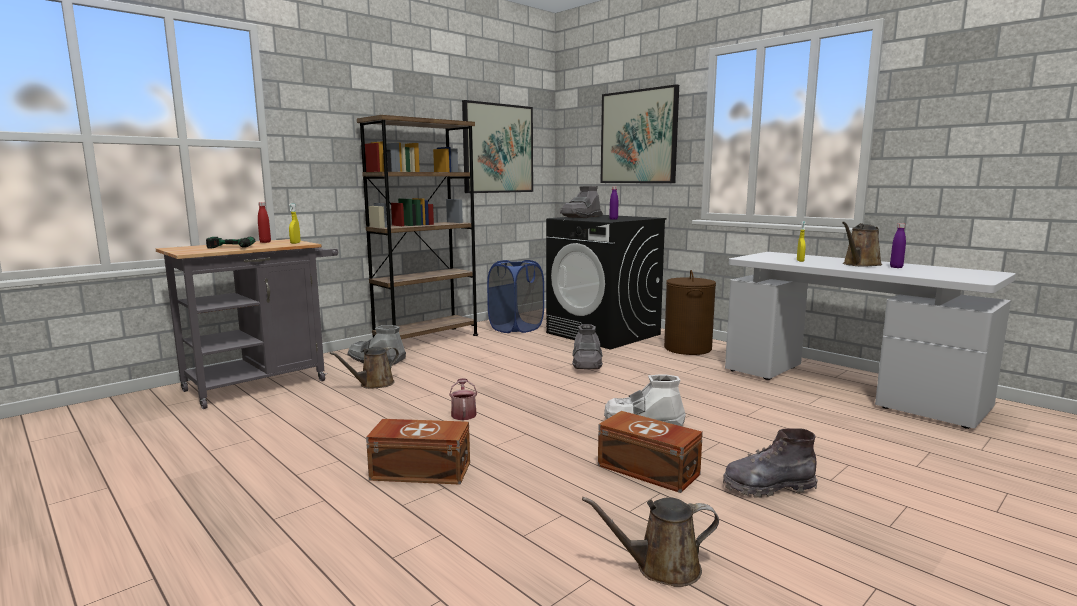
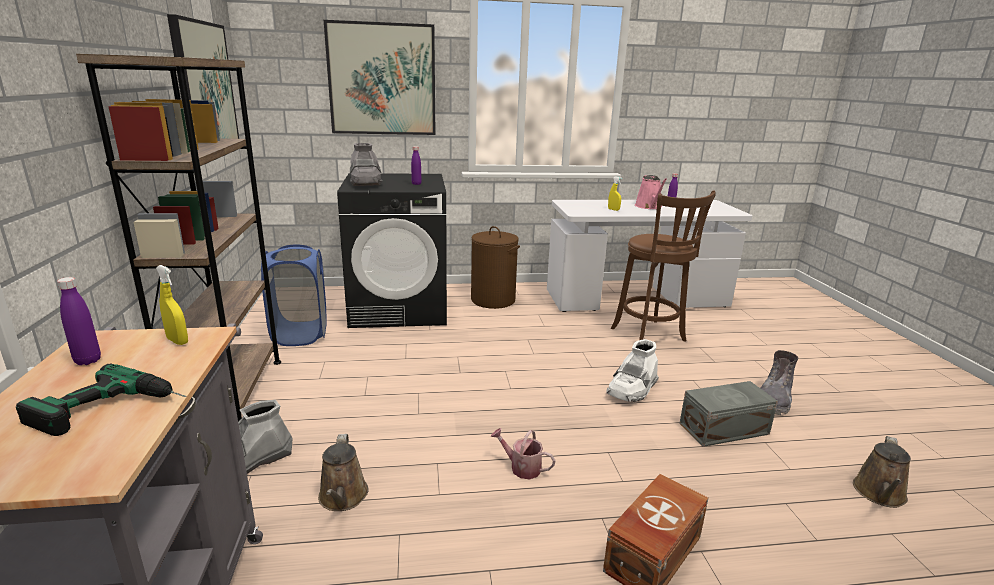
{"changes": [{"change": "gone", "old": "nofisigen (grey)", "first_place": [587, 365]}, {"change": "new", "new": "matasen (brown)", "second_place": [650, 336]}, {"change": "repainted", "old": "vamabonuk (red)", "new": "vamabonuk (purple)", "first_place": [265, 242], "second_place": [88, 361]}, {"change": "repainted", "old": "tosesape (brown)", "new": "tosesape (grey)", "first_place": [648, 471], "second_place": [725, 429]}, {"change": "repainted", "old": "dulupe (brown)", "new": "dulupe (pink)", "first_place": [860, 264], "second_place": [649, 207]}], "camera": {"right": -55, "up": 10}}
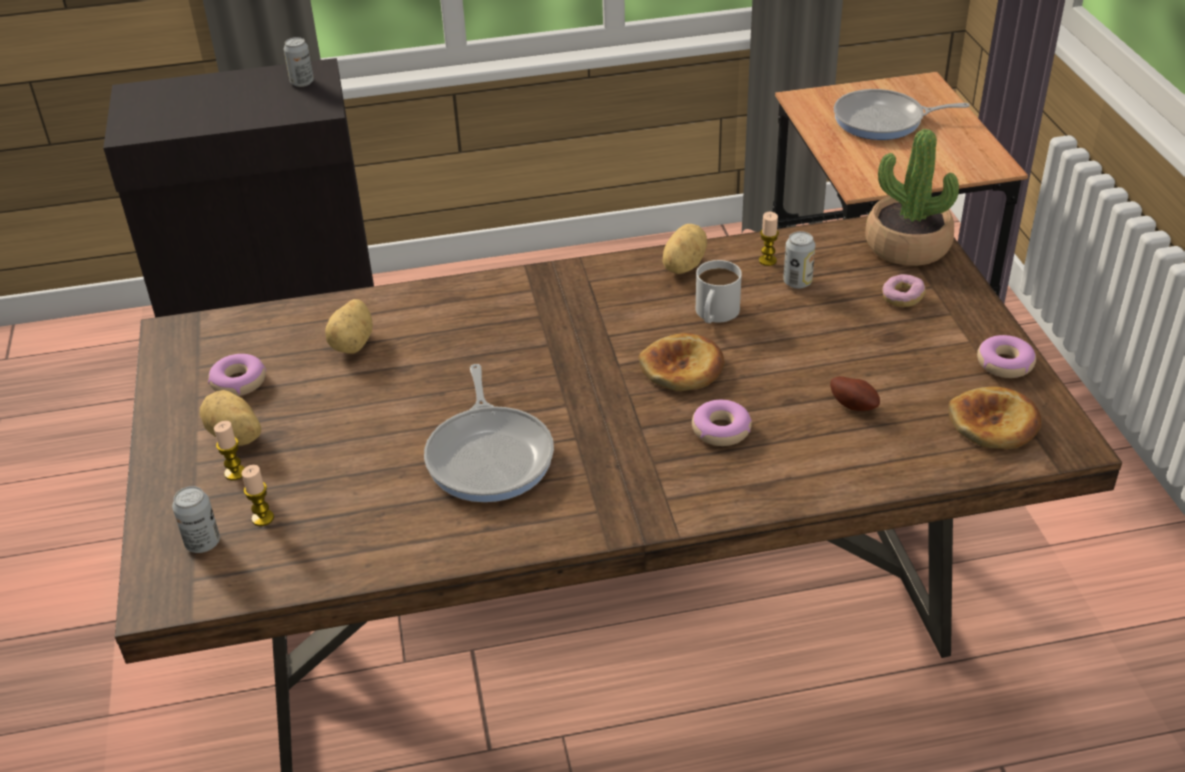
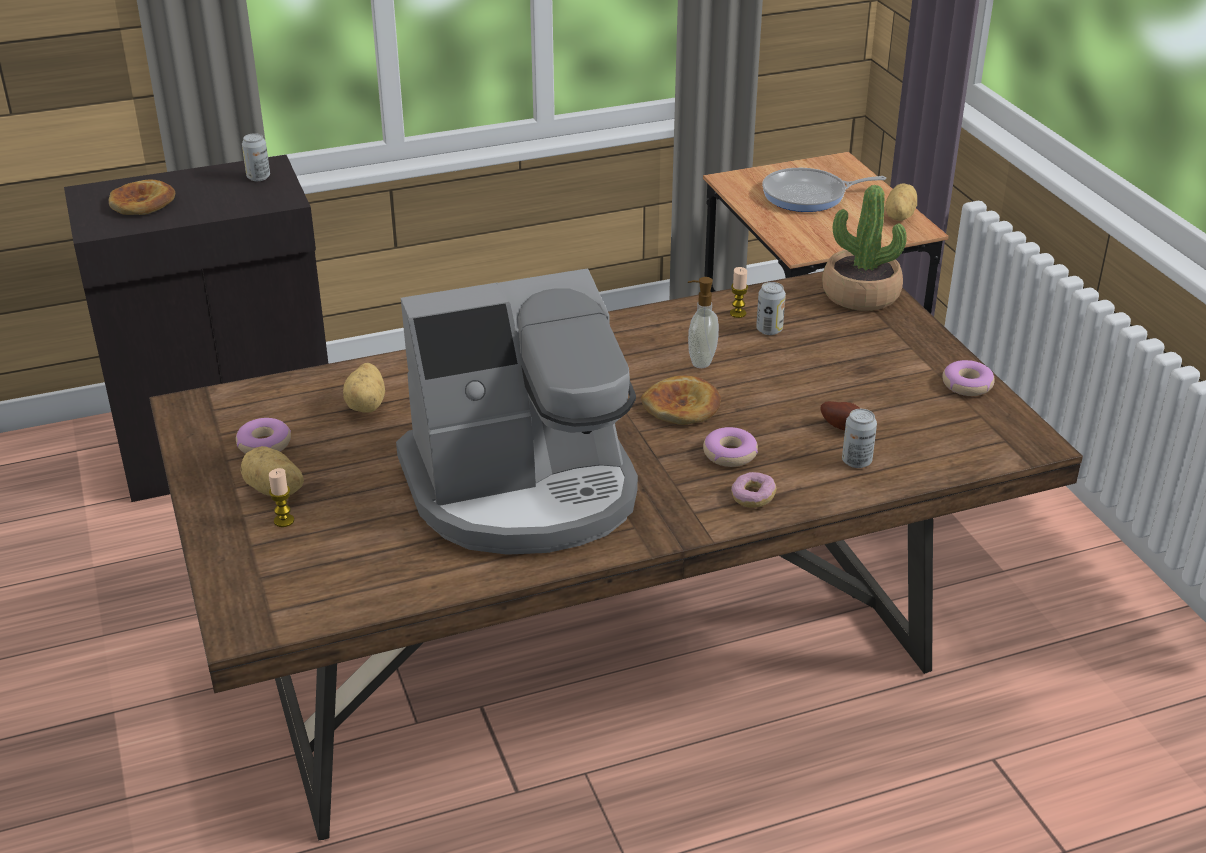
{"changes": [{"change": "gone", "old": "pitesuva", "first_place": [263, 518]}, {"change": "shifted", "old": "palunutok", "first_place": [203, 543], "second_place": [856, 461]}, {"change": "shifted", "old": "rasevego", "first_place": [682, 265], "second_place": [898, 216]}, {"change": "shifted", "old": "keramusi", "first_place": [902, 298], "second_place": [753, 498]}, {"change": "shifted", "old": "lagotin", "first_place": [994, 423], "second_place": [142, 203]}, {"change": "swapped", "old": "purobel", "new": "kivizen", "first_place": [490, 455], "second_place": [523, 489]}, {"change": "swapped", "old": "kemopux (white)", "new": "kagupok", "first_place": [714, 314], "second_place": [700, 360]}], "camera": {"right": -10, "up": -5}}
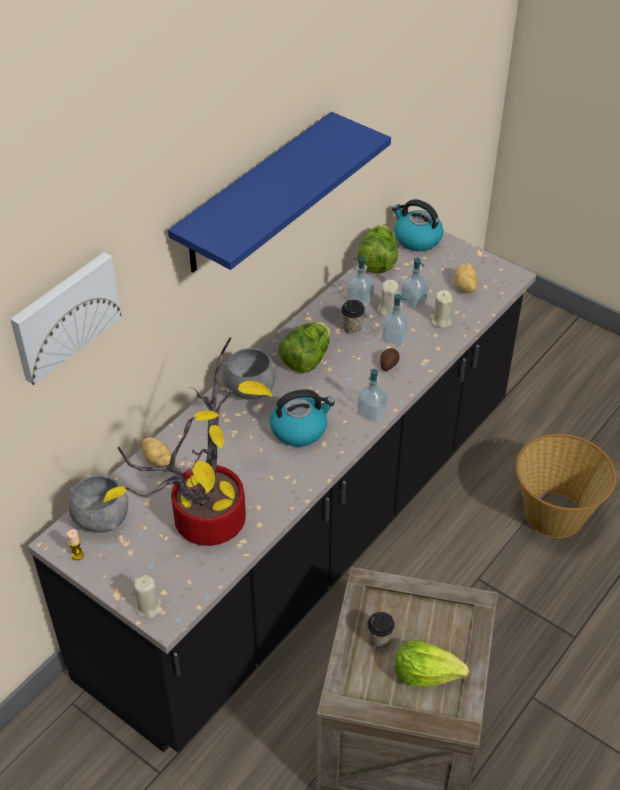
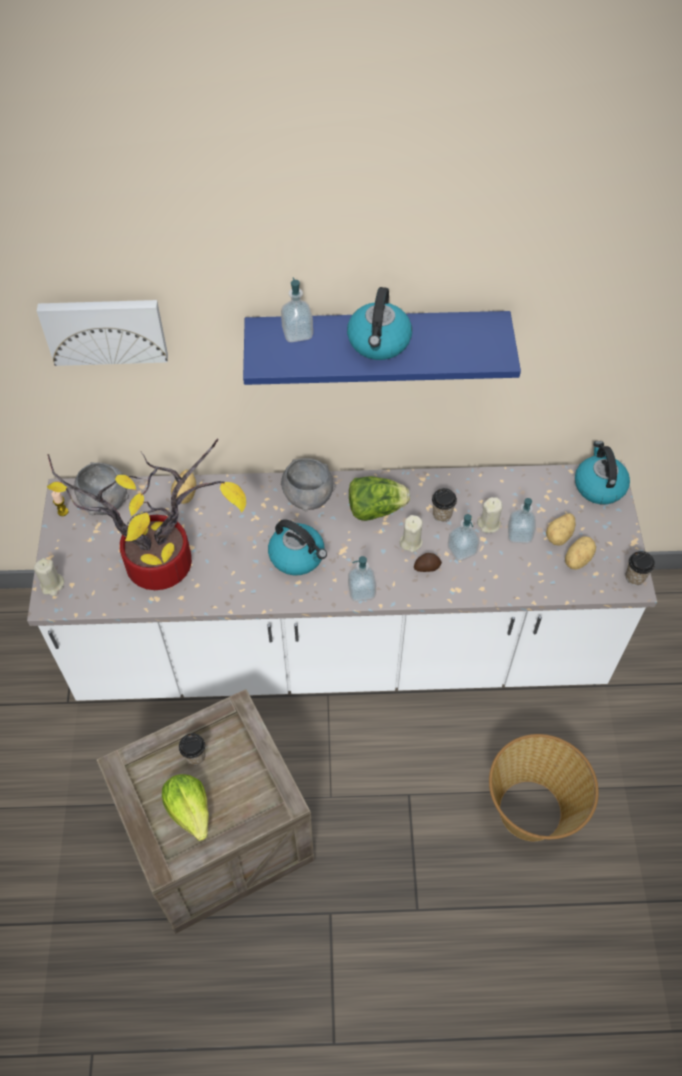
{"changes": [{"change": "gone", "old": "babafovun", "first_place": [377, 262]}, {"change": "new", "new": "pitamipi", "second_place": [379, 342]}, {"change": "new", "new": "rasevego", "second_place": [559, 536]}, {"change": "new", "new": "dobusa", "second_place": [635, 577]}, {"change": "shifted", "old": "kagupok", "first_place": [360, 300], "second_place": [297, 333]}, {"change": "shifted", "old": "pitesuva (beige)", "first_place": [440, 321], "second_place": [411, 542]}, {"change": "repainted", "old": "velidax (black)", "new": "velidax (white)", "first_place": [310, 534], "second_place": [341, 646]}], "camera": {"right": 50, "up": 10}}
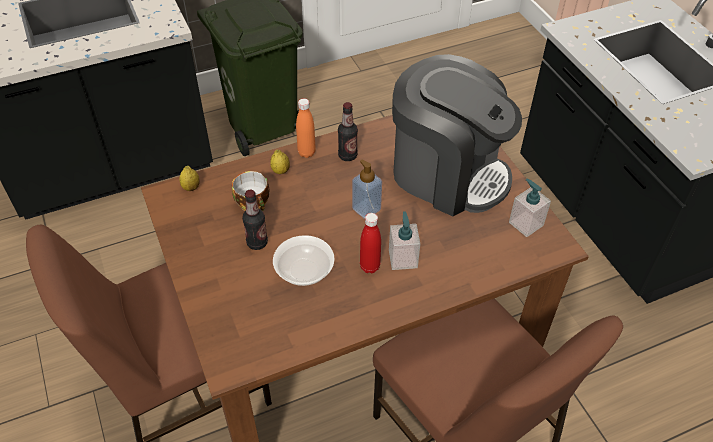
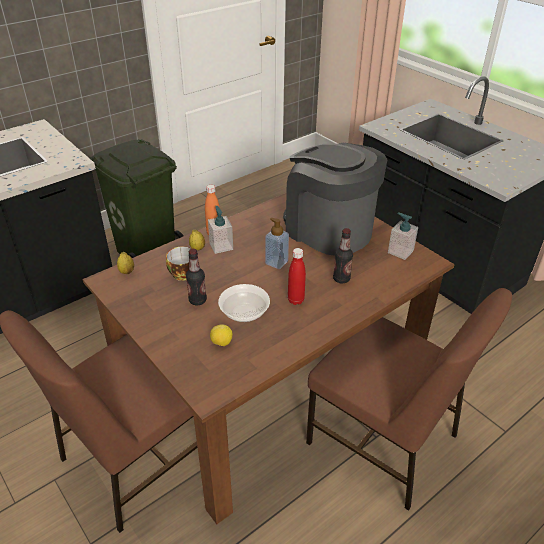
{"changes": [{"change": "new", "new": "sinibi", "second_place": [221, 343]}, {"change": "shifted", "old": "vamabonuk", "first_place": [347, 156], "second_place": [341, 279]}, {"change": "shifted", "old": "kagupok", "first_place": [403, 258], "second_place": [221, 246]}, {"change": "rotated", "old": "kivizen", "first_place": [447, 173], "second_place": [328, 229], "degrees": -150}], "camera": {"right": -15, "up": -10}}
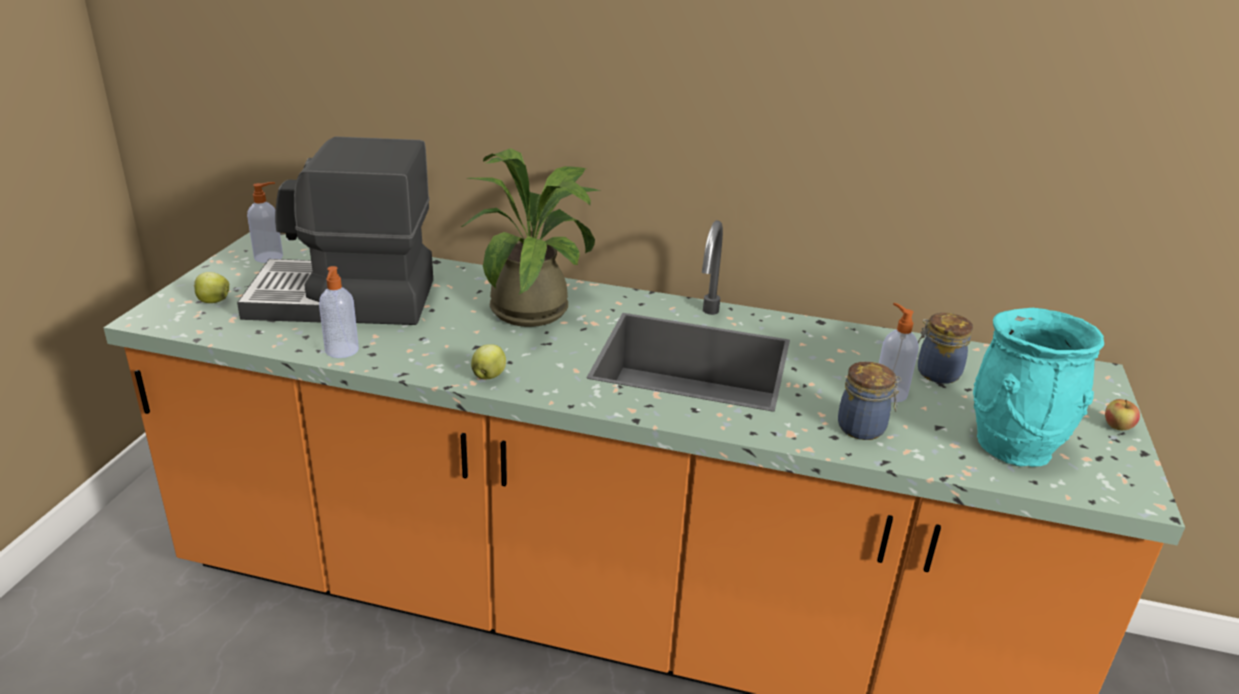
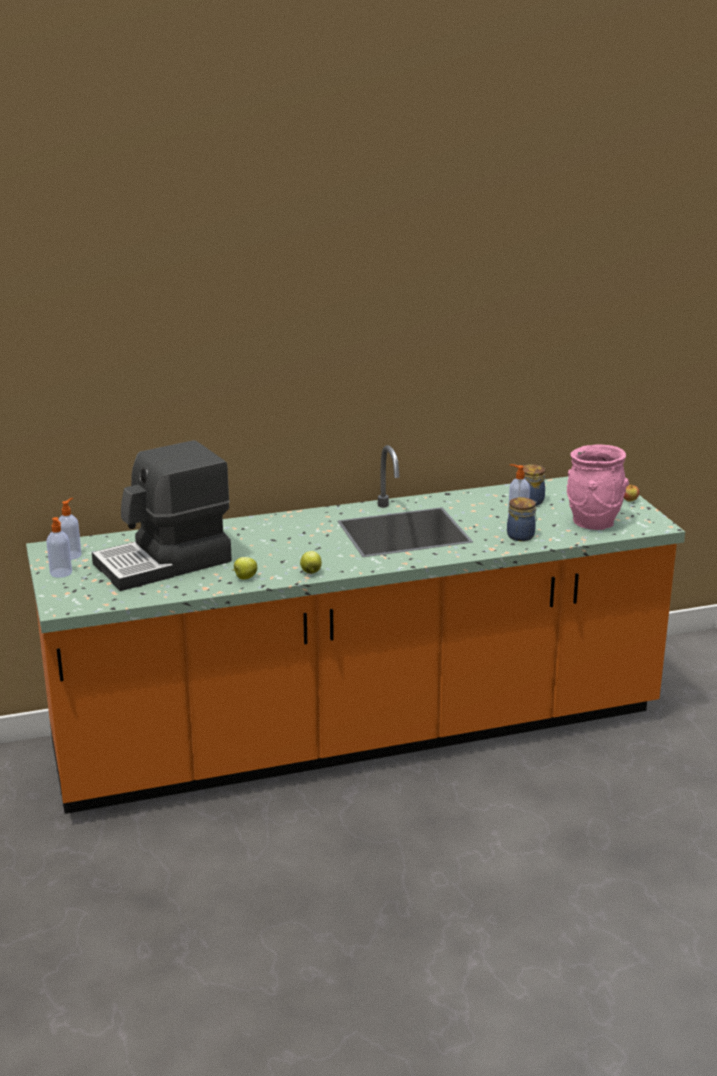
{"changes": [{"change": "gone", "old": "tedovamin", "first_place": [537, 308]}, {"change": "shifted", "old": "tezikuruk", "first_place": [213, 301], "second_place": [245, 578]}, {"change": "shifted", "old": "kagupok", "first_place": [341, 351], "second_place": [61, 573]}, {"change": "repainted", "old": "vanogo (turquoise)", "new": "vanogo (pink)", "first_place": [1015, 446], "second_place": [594, 522]}], "camera": {"right": -30, "up": -5}}
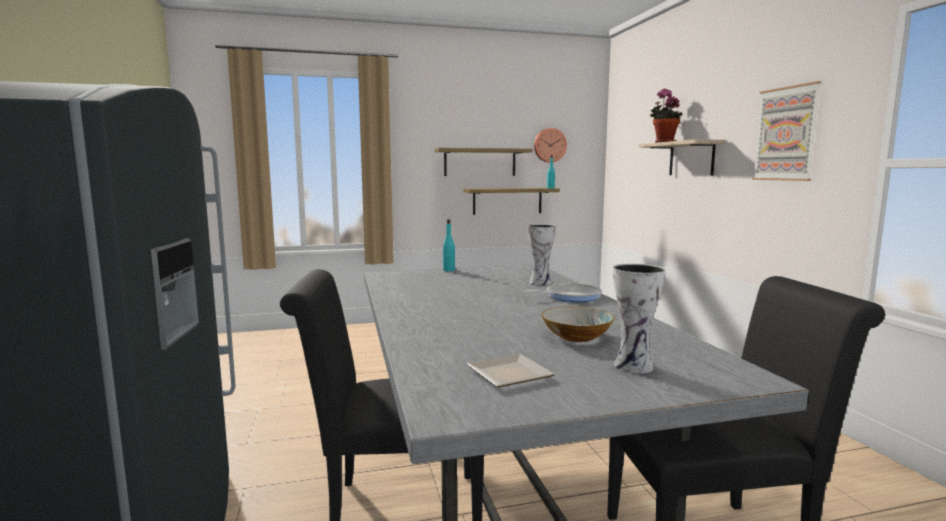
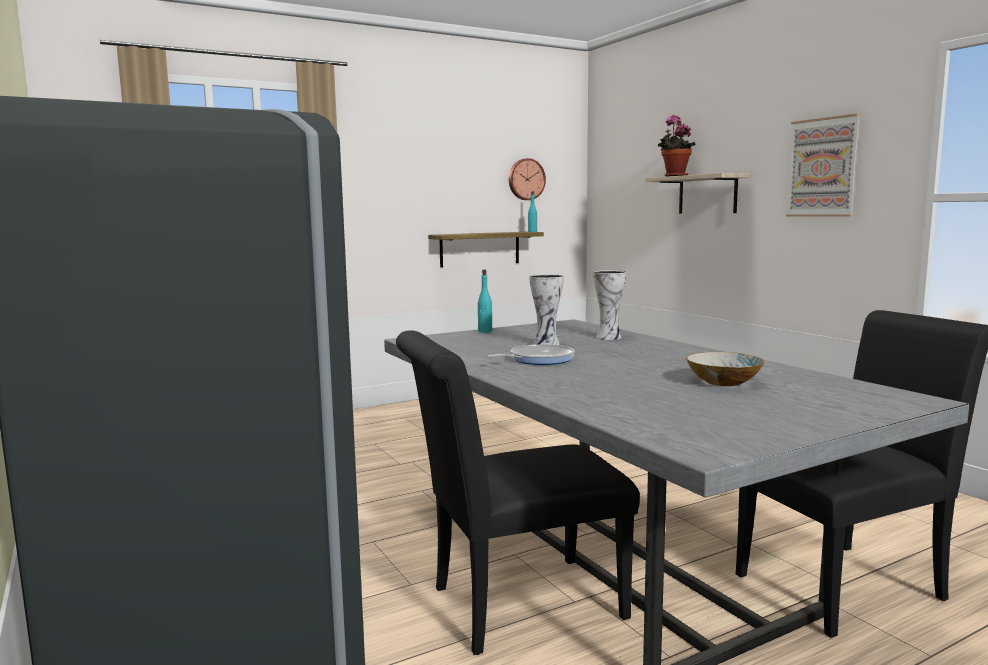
{"changes": [{"change": "gone", "old": "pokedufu", "first_place": [480, 162]}, {"change": "gone", "old": "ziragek", "first_place": [512, 375]}, {"change": "shifted", "old": "purobel", "first_place": [570, 296], "second_place": [538, 359]}, {"change": "shifted", "old": "vanogo", "first_place": [635, 366], "second_place": [548, 344]}], "camera": {"right": -15, "up": 0}}
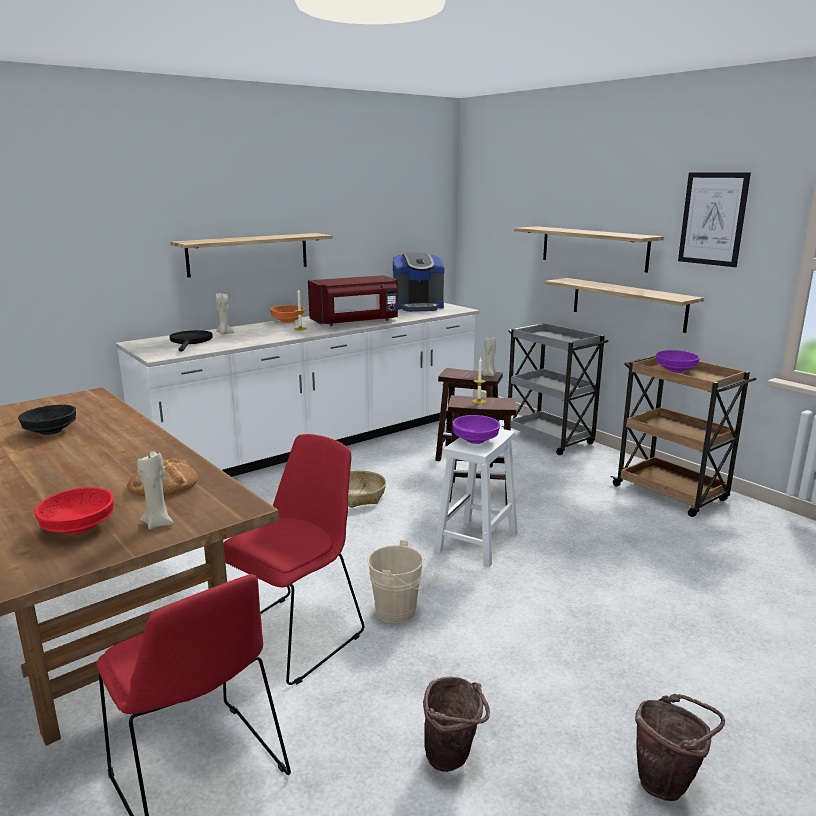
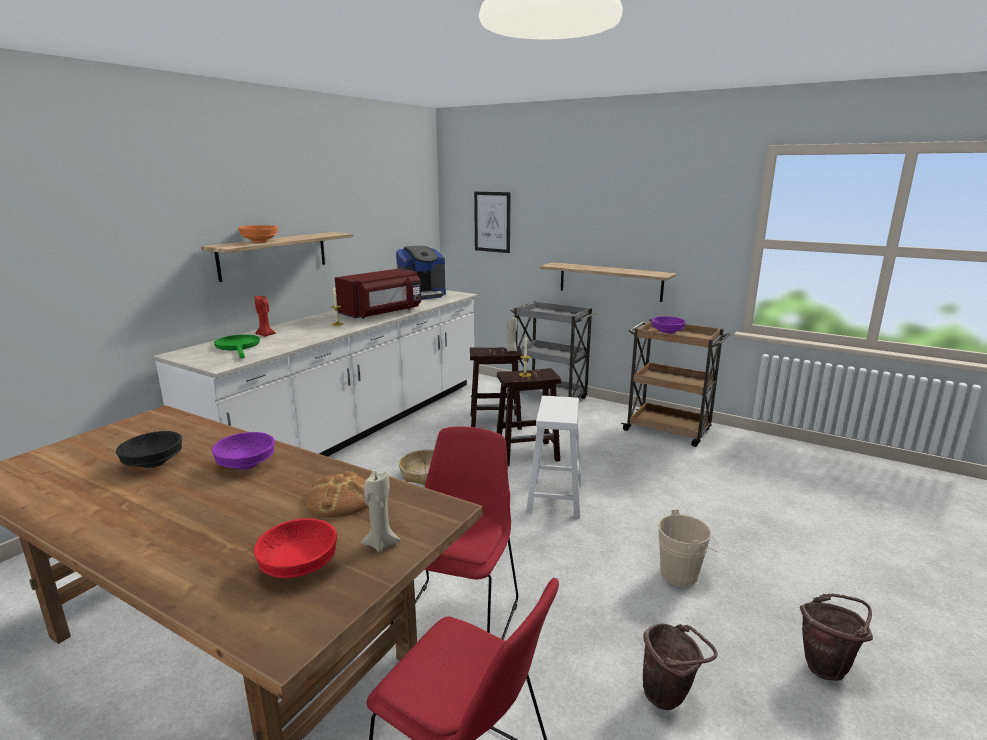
{"changes": [{"change": "gone", "old": "pokedufu", "first_place": [593, 248]}, {"change": "shifted", "old": "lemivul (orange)", "first_place": [287, 321], "second_place": [259, 241]}, {"change": "shifted", "old": "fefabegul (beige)", "first_place": [400, 612], "second_place": [683, 574]}, {"change": "shifted", "old": "lemivul (purple)", "first_place": [474, 440], "second_place": [245, 464]}, {"change": "shifted", "old": "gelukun", "first_place": [713, 219], "second_place": [492, 222]}, {"change": "repainted", "old": "purobel (black)", "new": "purobel (green)", "first_place": [190, 341], "second_place": [238, 347]}, {"change": "repainted", "old": "pitesuva (beige)", "new": "pitesuva (red)", "first_place": [224, 333], "second_place": [265, 335]}], "camera": {"right": -20, "up": 0}}
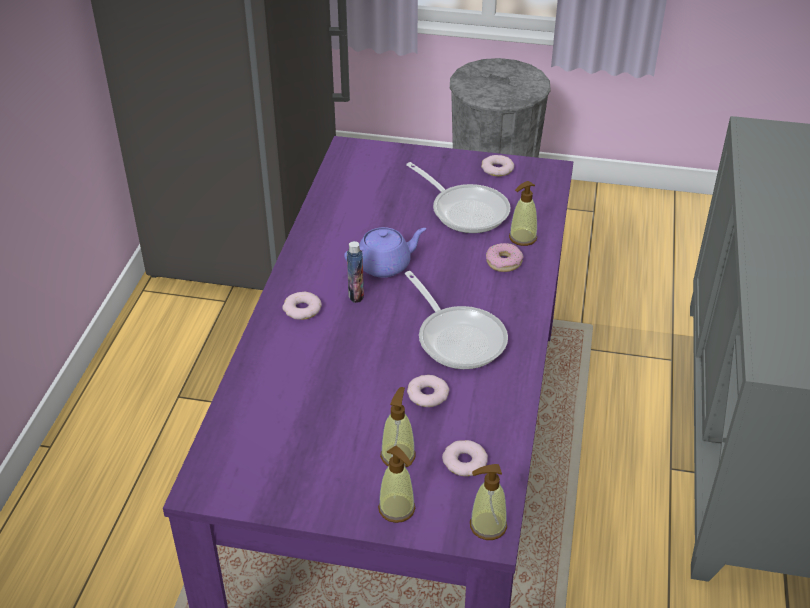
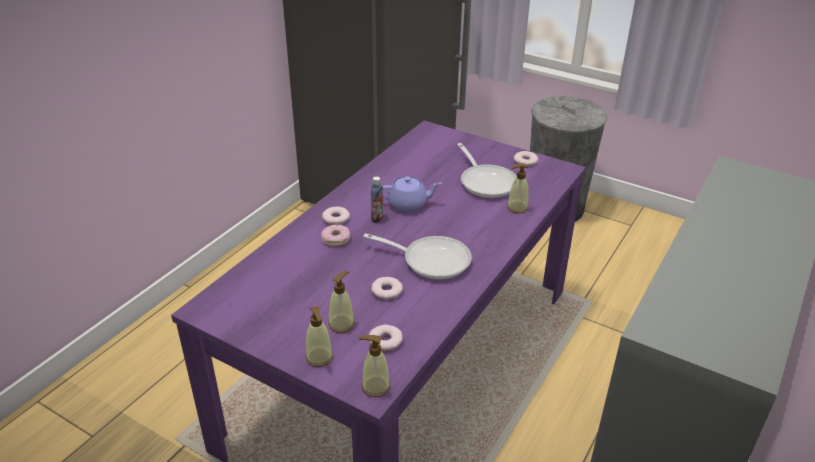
{"changes": [{"change": "shifted", "old": "keramusi", "first_place": [504, 262], "second_place": [336, 239]}, {"change": "rotated", "old": "purobel", "first_place": [458, 337], "second_place": [431, 260], "degrees": -60}], "camera": {"right": 20, "up": -5}}
